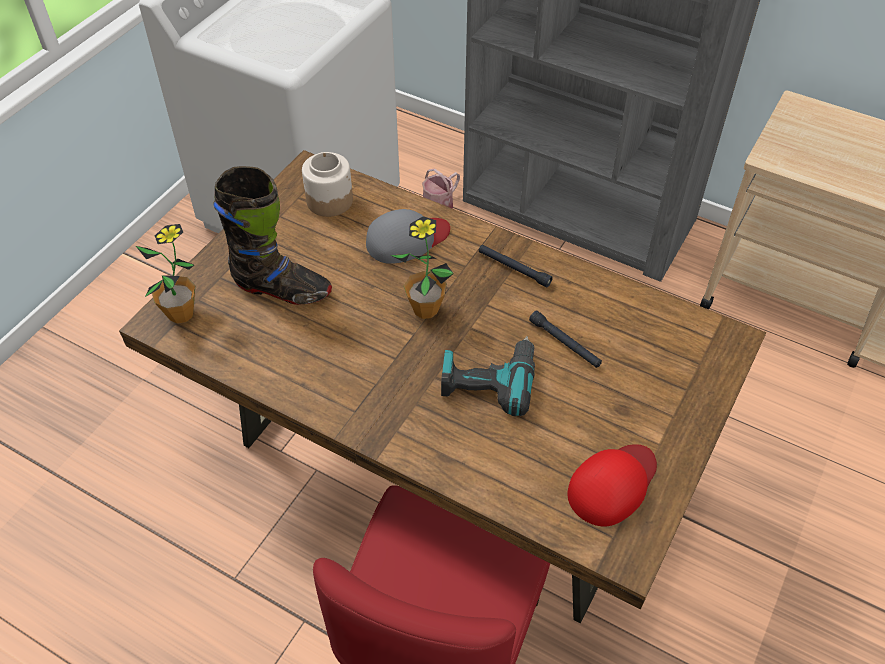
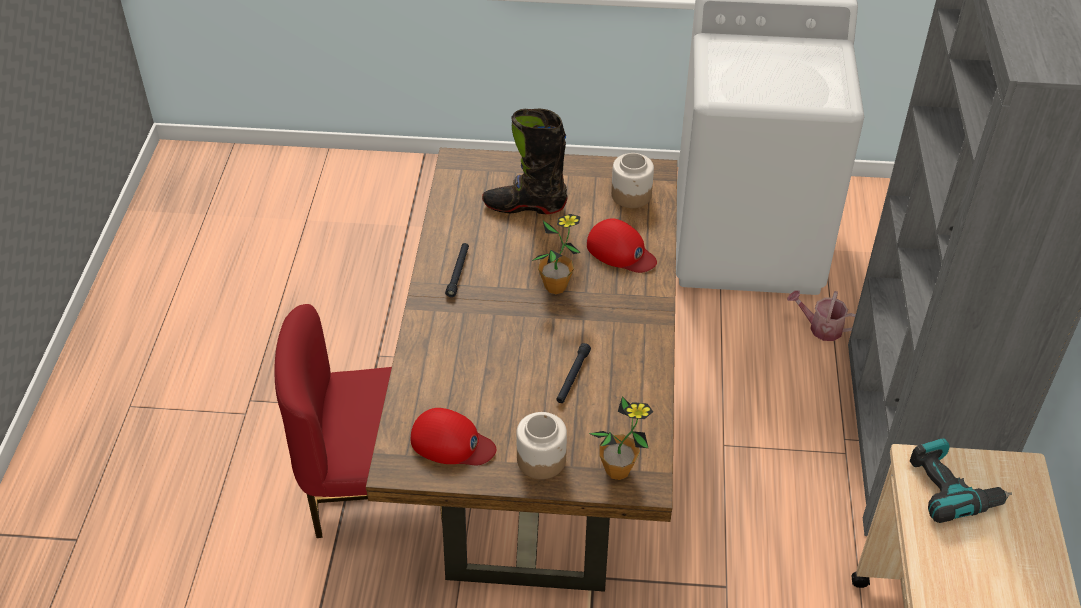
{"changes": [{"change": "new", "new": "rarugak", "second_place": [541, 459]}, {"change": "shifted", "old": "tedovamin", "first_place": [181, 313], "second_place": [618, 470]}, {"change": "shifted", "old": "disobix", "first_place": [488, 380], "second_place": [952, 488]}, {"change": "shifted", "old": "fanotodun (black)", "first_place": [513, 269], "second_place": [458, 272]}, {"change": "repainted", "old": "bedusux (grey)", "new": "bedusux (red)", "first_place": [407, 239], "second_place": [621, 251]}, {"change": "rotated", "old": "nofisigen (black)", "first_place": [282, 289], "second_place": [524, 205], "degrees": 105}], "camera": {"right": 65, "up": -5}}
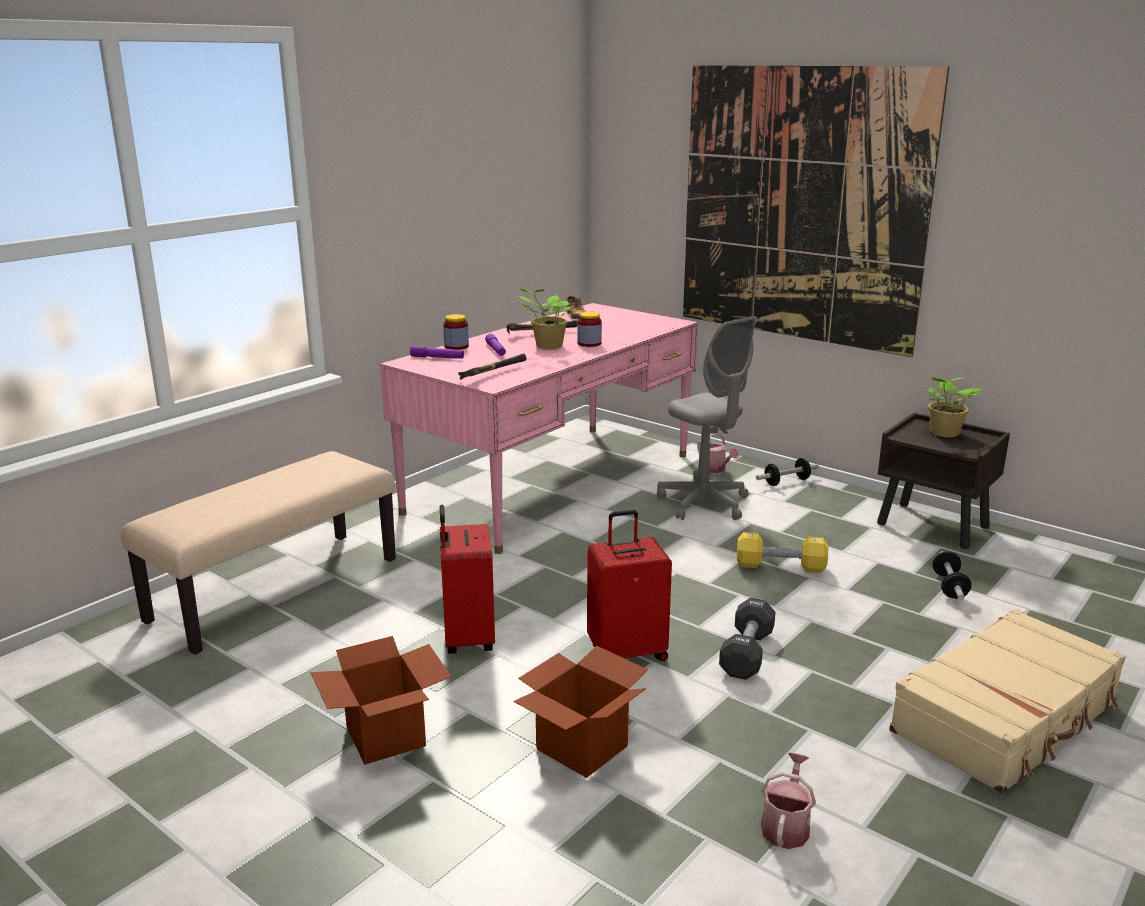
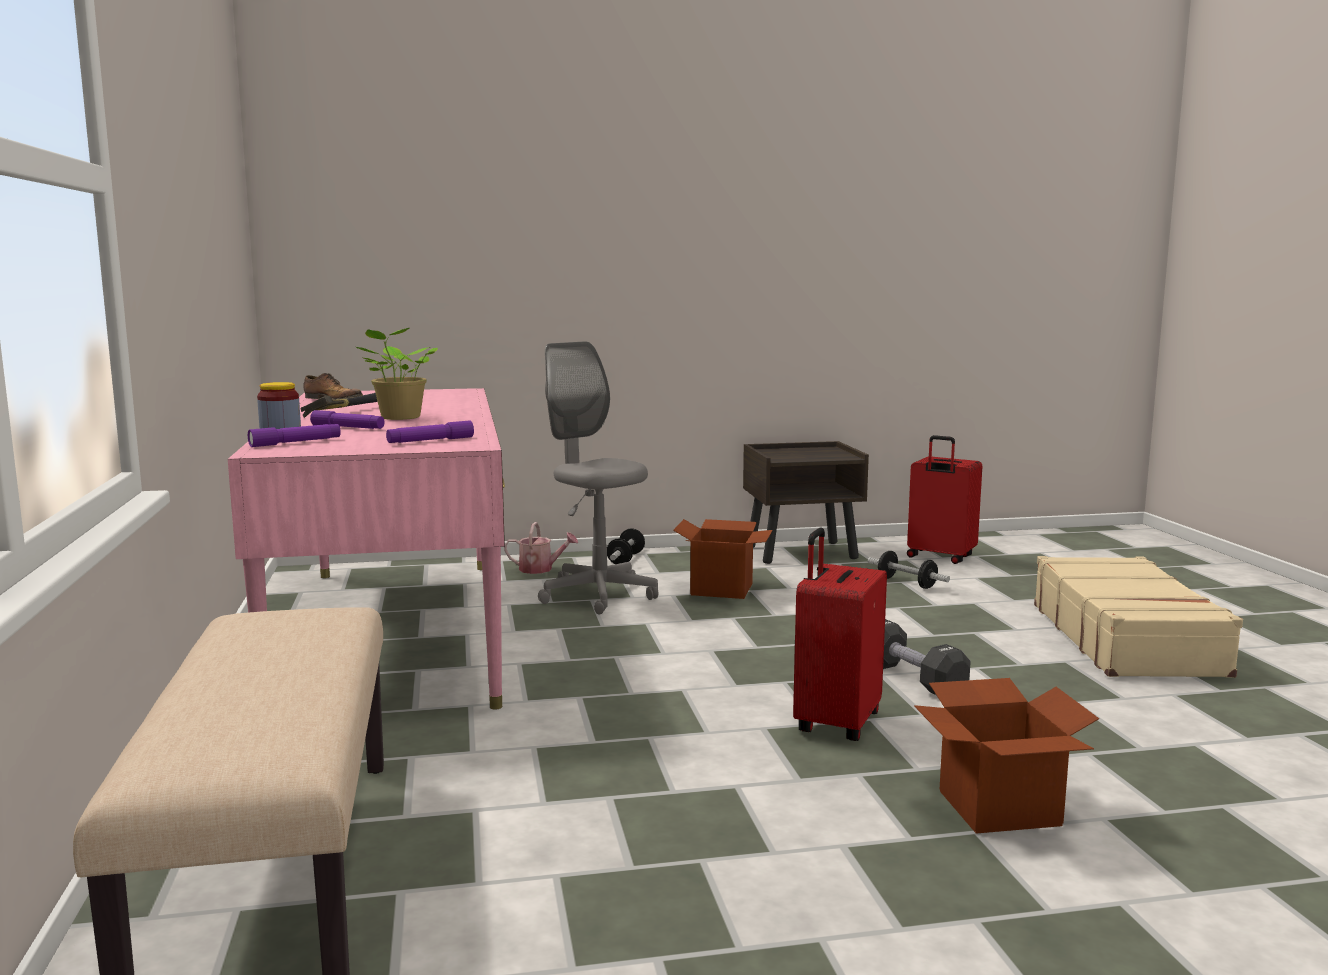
{"changes": [{"change": "gone", "old": "rarugak", "first_place": [589, 343]}, {"change": "gone", "old": "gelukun", "first_place": [800, 206]}, {"change": "gone", "old": "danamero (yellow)", "first_place": [780, 566]}, {"change": "gone", "old": "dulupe", "first_place": [786, 825]}, {"change": "gone", "old": "tedovamin", "first_place": [943, 433]}, {"change": "shifted", "old": "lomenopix", "first_place": [385, 736], "second_place": [721, 589]}, {"change": "shifted", "old": "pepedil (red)", "first_place": [467, 639], "second_place": [940, 557]}, {"change": "swapped", "old": "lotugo", "new": "fanotodun (purple)", "first_place": [490, 374], "second_place": [430, 441]}, {"change": "rotated", "old": "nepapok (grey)", "first_place": [704, 503], "second_place": [598, 595], "degrees": -135}], "camera": {"right": -50, "up": -10}}
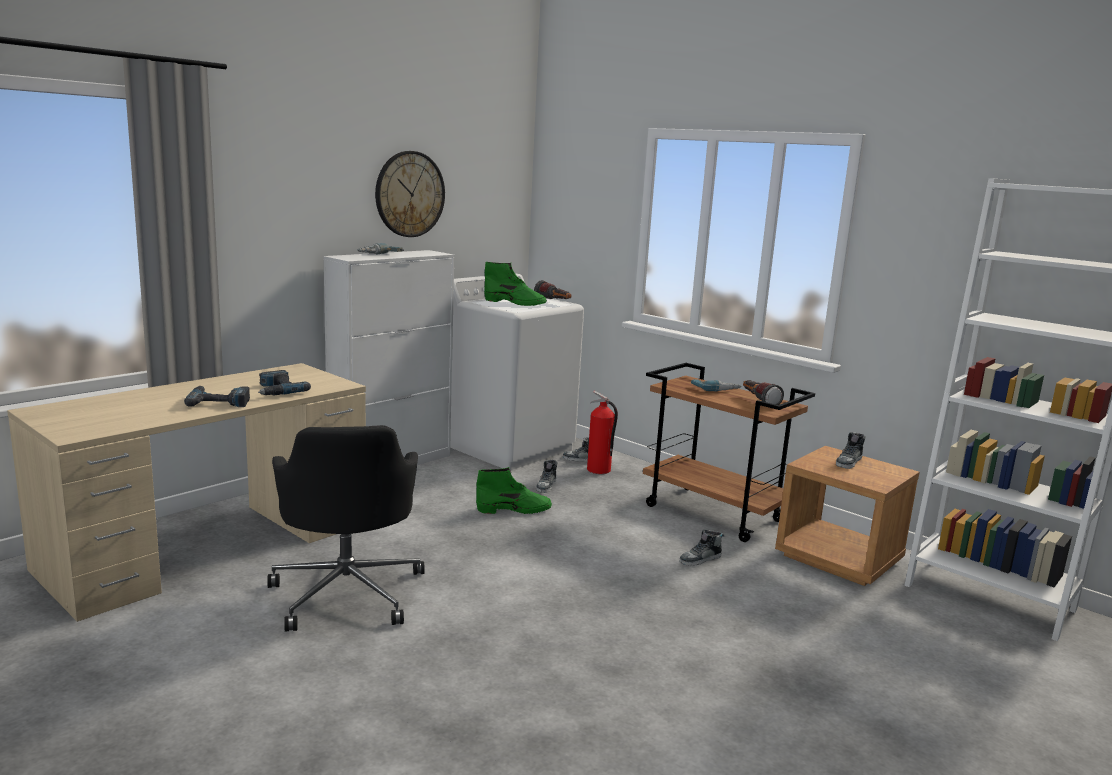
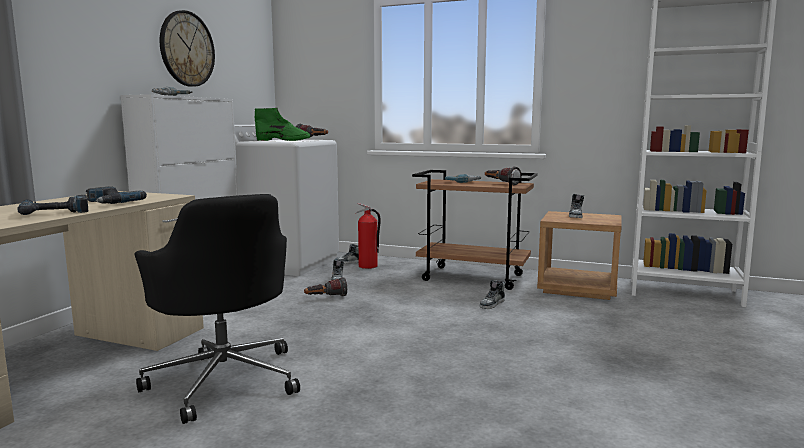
{"changes": [{"change": "swapped", "old": "nofisigen (green)", "new": "fanotodun", "first_place": [514, 509], "second_place": [326, 298]}], "camera": {"right": -20, "up": -5}}
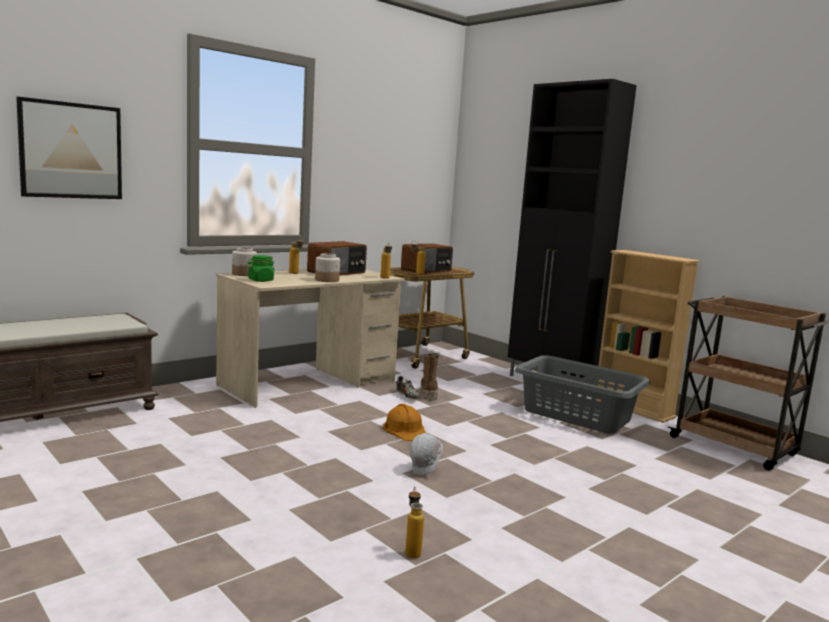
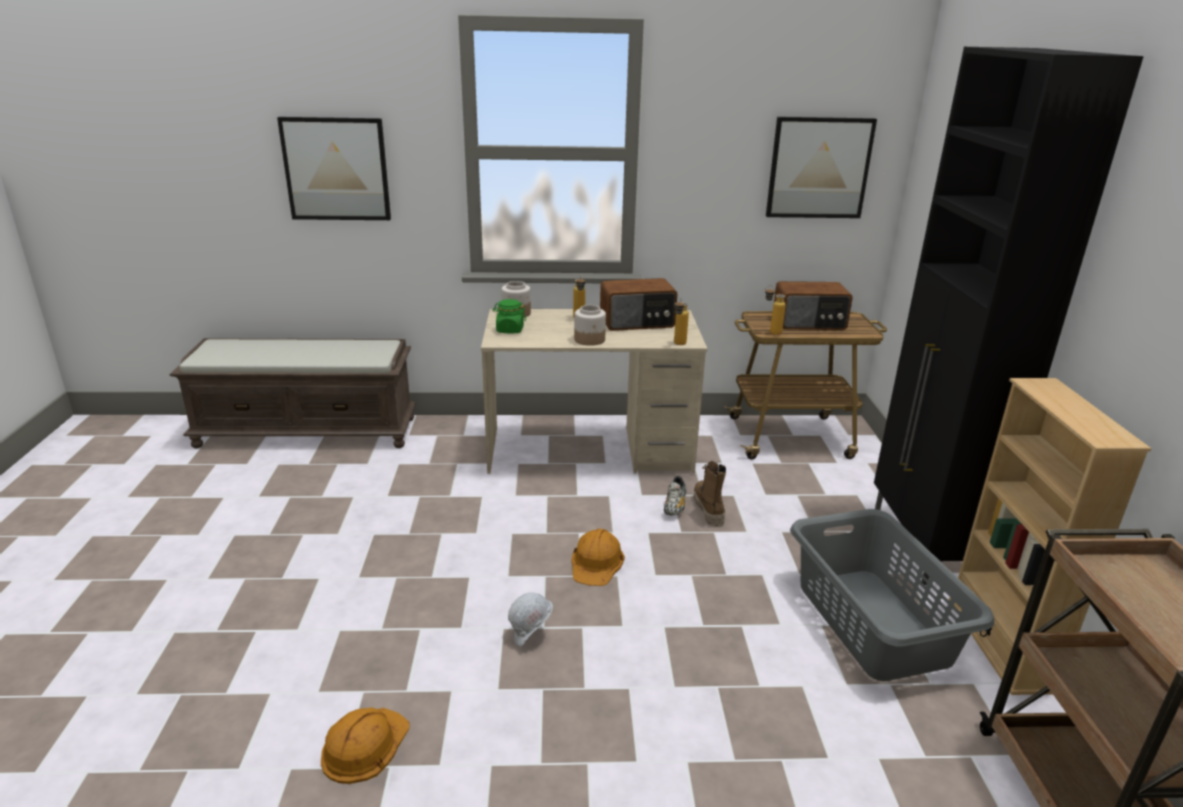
{"changes": [{"change": "new", "new": "gelukun", "second_place": [819, 168]}, {"change": "swapped", "old": "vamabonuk", "new": "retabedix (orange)", "first_place": [412, 550], "second_place": [364, 745]}, {"change": "rotated", "old": "nofisigen", "first_place": [428, 393], "second_place": [708, 509], "degrees": -45}], "camera": {"right": 40, "up": 15}}
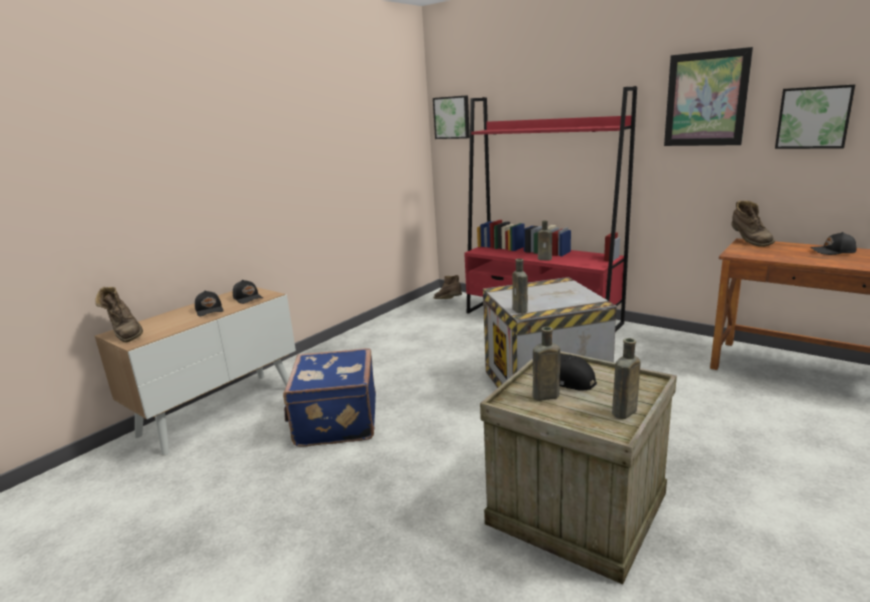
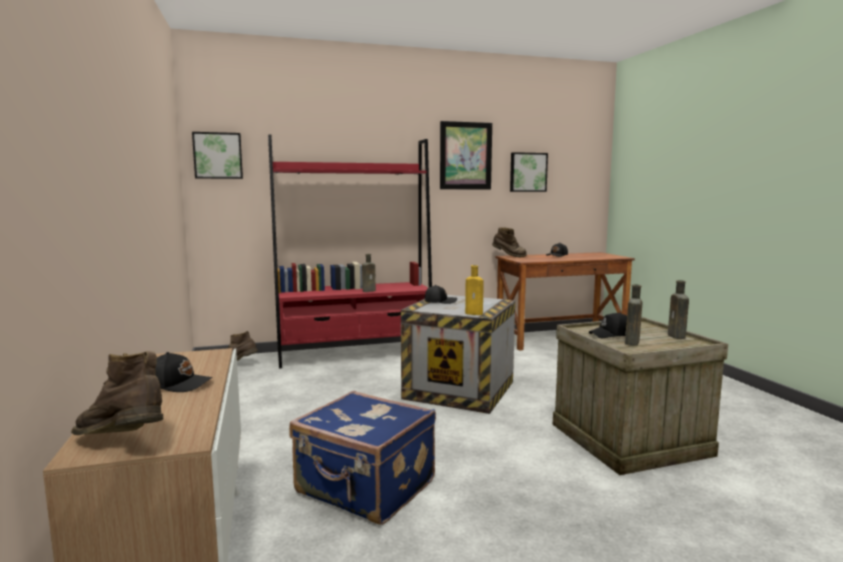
{"changes": [{"change": "shifted", "old": "bedusux (black)", "first_place": [248, 298], "second_place": [440, 301]}, {"change": "repainted", "old": "vamabonuk (brown)", "new": "vamabonuk (yellow)", "first_place": [520, 310], "second_place": [475, 313]}, {"change": "rotated", "old": "nofisigen (brown)", "first_place": [126, 334], "second_place": [124, 443], "degrees": -150}], "camera": {"right": -55, "up": -10}}
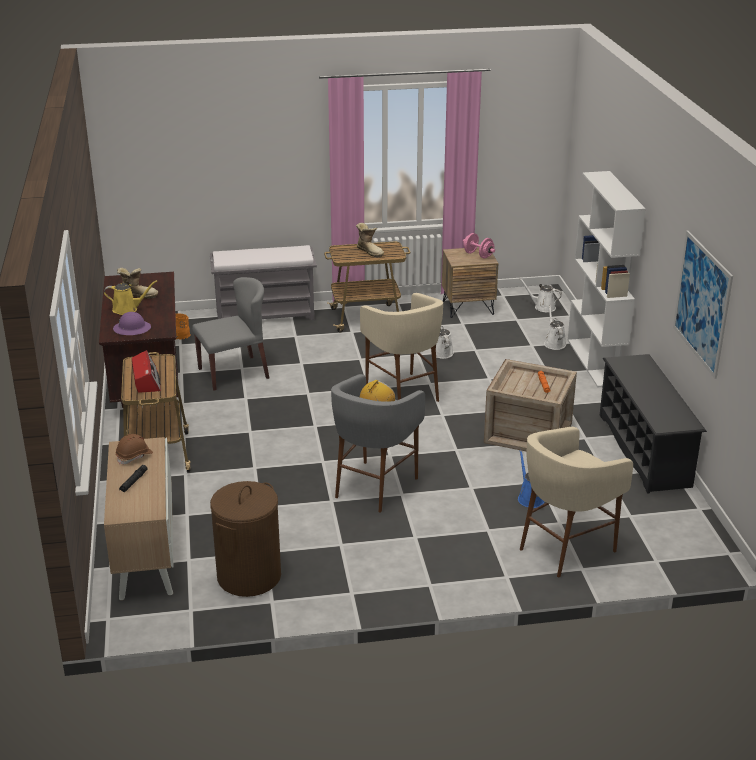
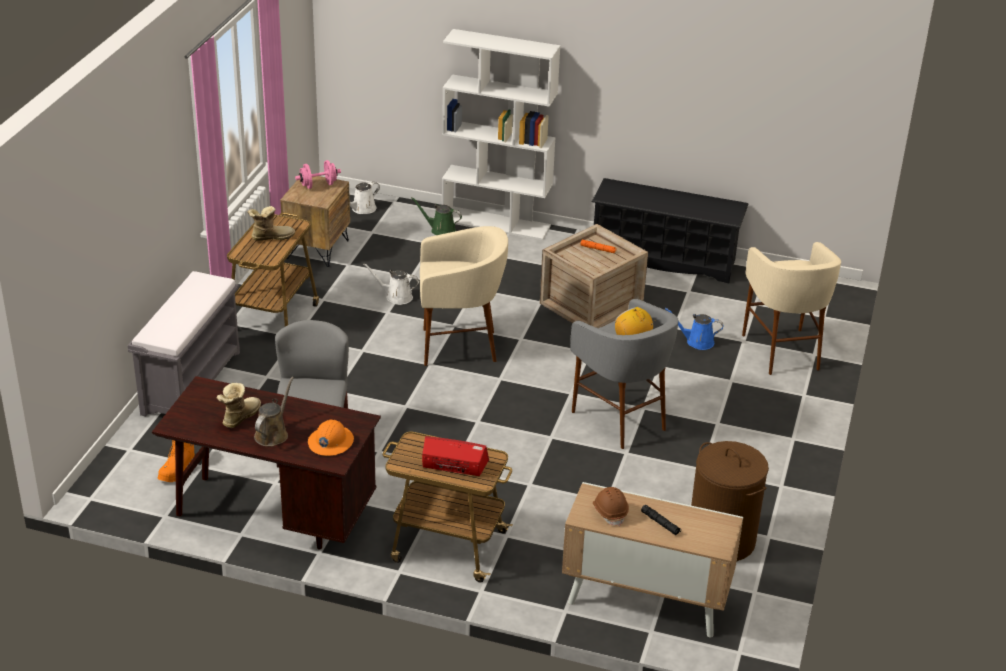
{"changes": [{"change": "gone", "old": "gelukun", "first_place": [702, 303]}, {"change": "repainted", "old": "dulupe (yellow)", "new": "dulupe (brown)", "first_place": [127, 309], "second_place": [273, 434]}, {"change": "repainted", "old": "retabedix (purple)", "new": "retabedix (orange)", "first_place": [132, 329], "second_place": [330, 442]}, {"change": "repainted", "old": "dulupe (white)", "new": "dulupe (green)", "first_place": [554, 343], "second_place": [440, 230]}], "camera": {"right": -65, "up": 5}}
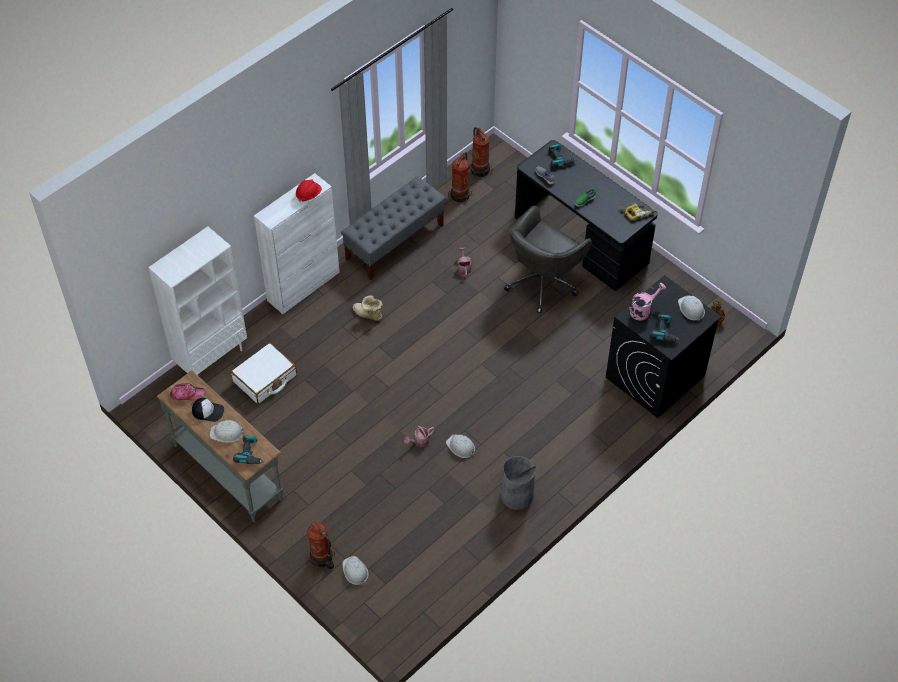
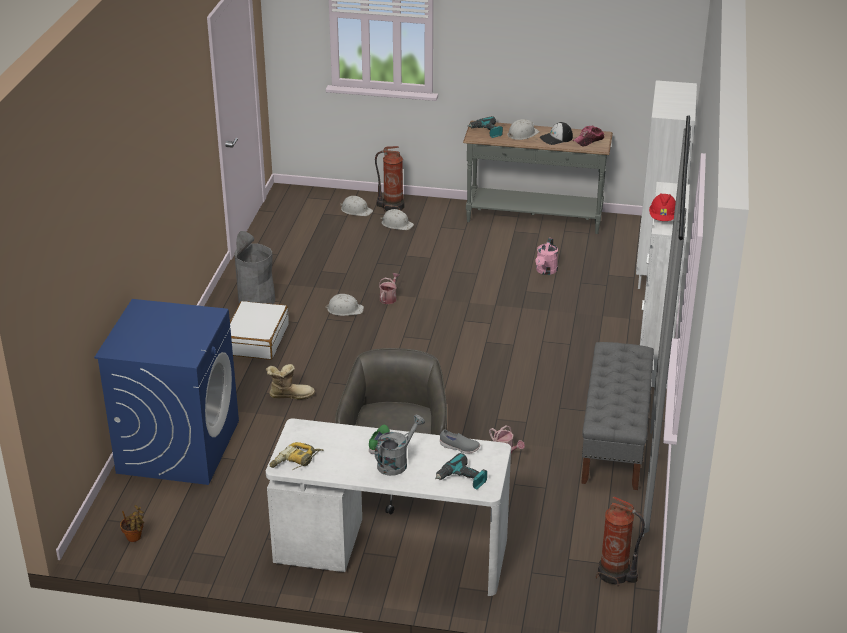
{"changes": [{"change": "gone", "old": "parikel", "first_place": [461, 195]}, {"change": "gone", "old": "disobix", "first_place": [664, 332]}, {"change": "new", "new": "dulupe (grey)", "second_place": [396, 462]}, {"change": "shifted", "old": "pepedil (white)", "first_place": [265, 379], "second_place": [256, 339]}, {"change": "shifted", "old": "nofisigen", "first_place": [368, 315], "second_place": [290, 394]}, {"change": "shifted", "old": "dulupe (pink)", "first_place": [643, 310], "second_place": [545, 271]}, {"change": "shifted", "old": "retabedix (white)", "first_place": [691, 309], "second_place": [397, 224]}, {"change": "repainted", "old": "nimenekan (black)", "new": "nimenekan (white)", "first_place": [581, 239], "second_place": [391, 552]}, {"change": "repainted", "old": "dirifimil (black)", "new": "dirifimil (blue)", "first_place": [655, 377], "second_place": [178, 446]}], "camera": {"right": 145, "up": -20}}
